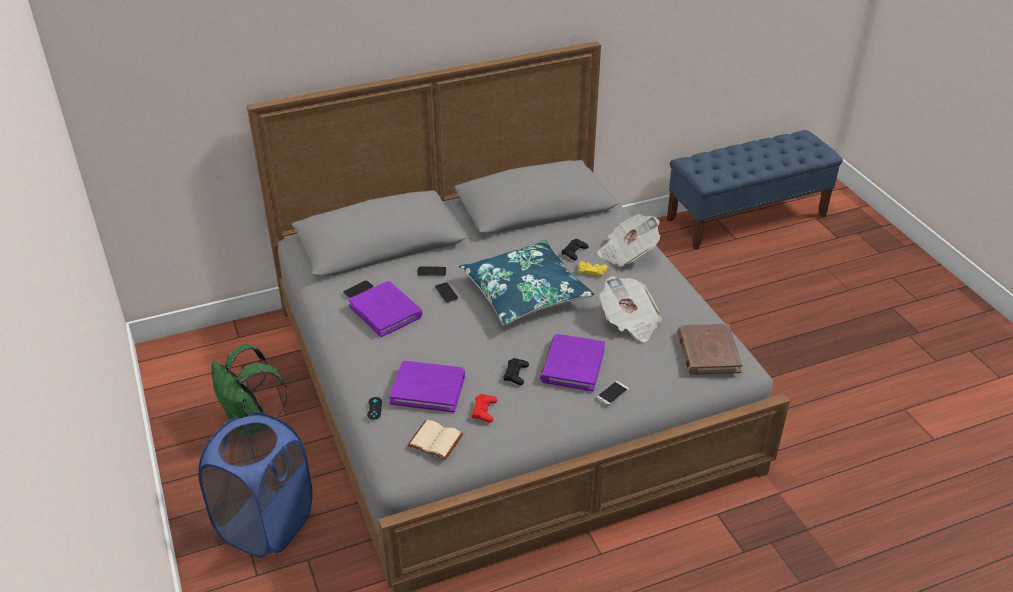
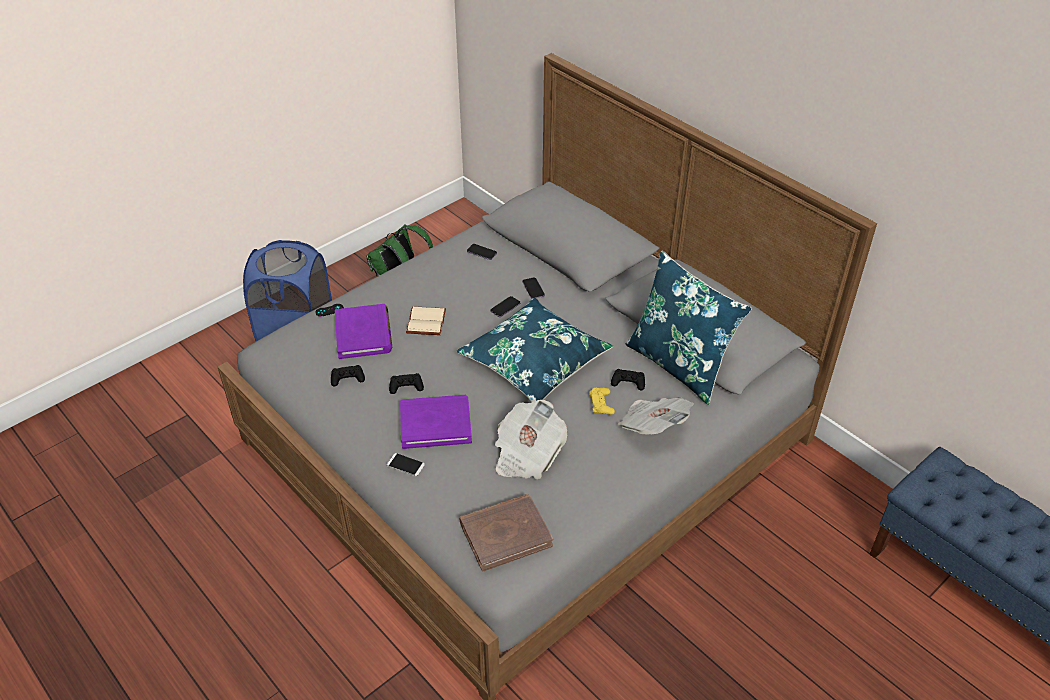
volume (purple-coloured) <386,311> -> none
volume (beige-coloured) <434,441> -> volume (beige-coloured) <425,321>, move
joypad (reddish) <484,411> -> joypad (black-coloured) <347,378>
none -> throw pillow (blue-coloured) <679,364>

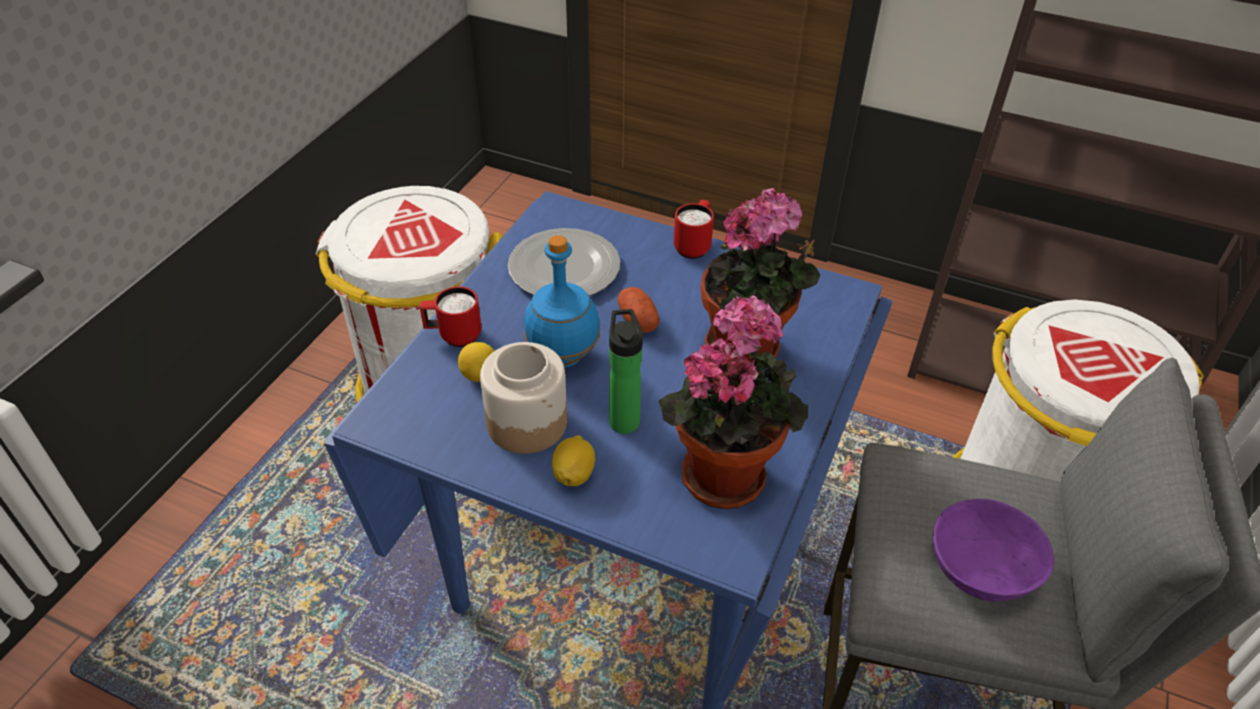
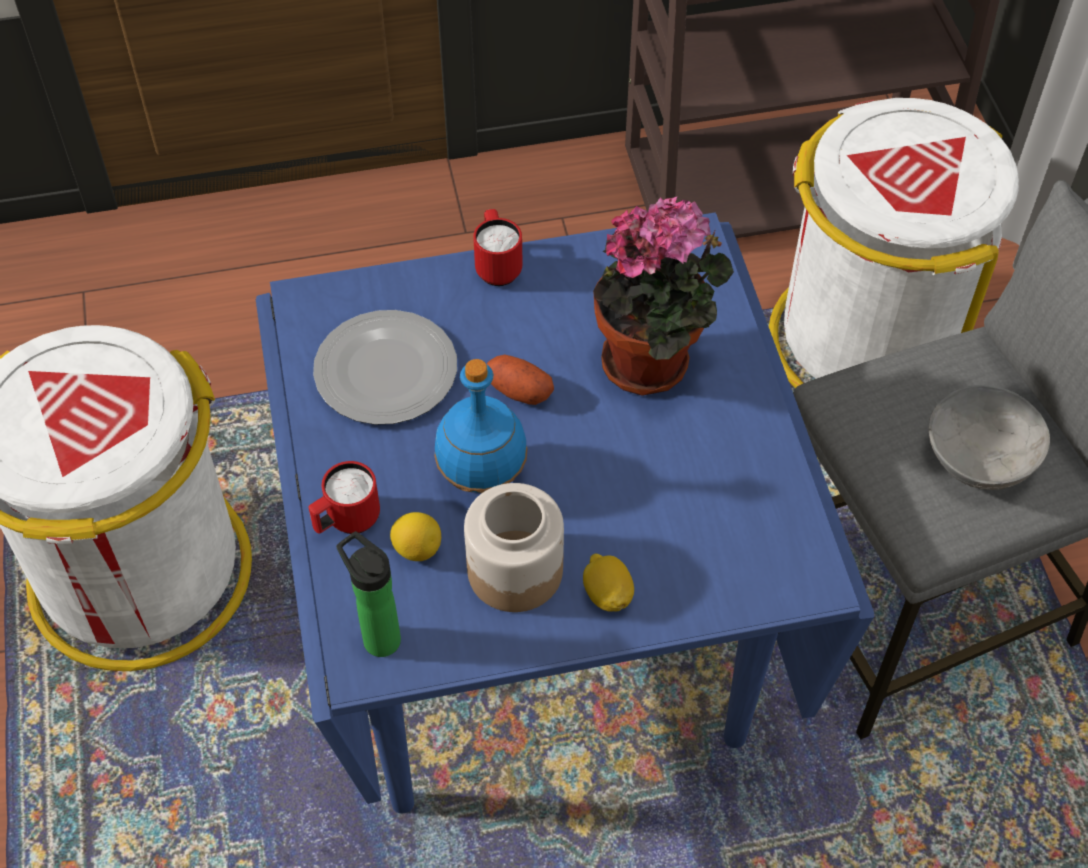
drink bottle <623,418> -> drink bottle <378,636>, move
plant in a pot <725,470> -> none
deep dish (purple-coloured) <983,569> -> deep dish (grey) <981,457>

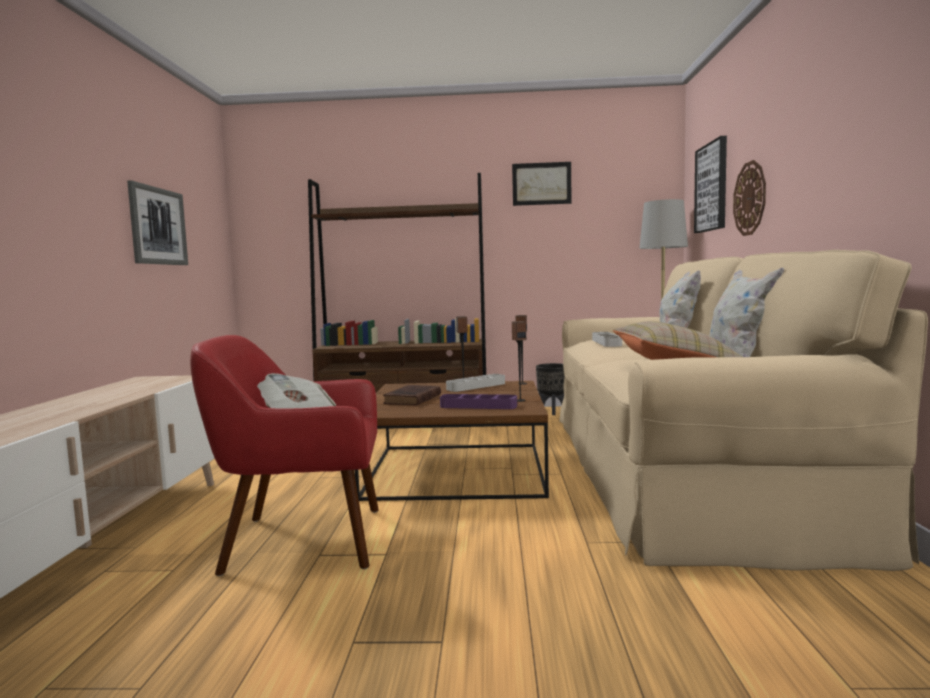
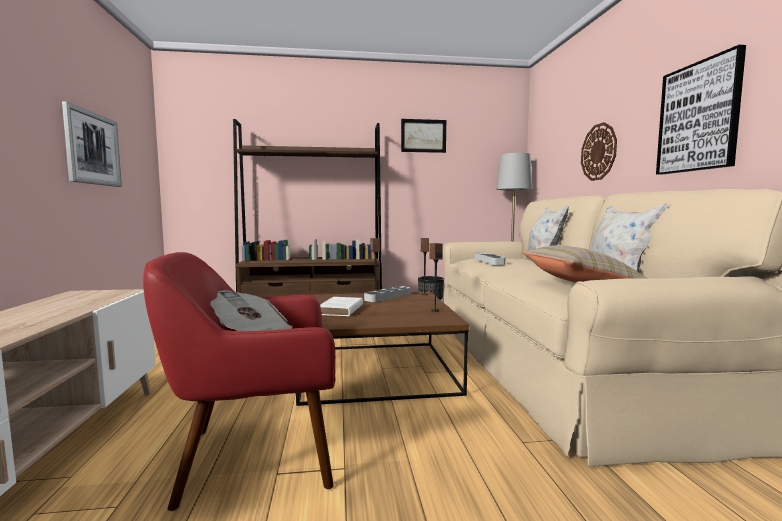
volume (brownish) <412,399> -> volume (white) <340,310>
carrying tray (purple-coloured) <478,406> -> none
wall picture <712,187> -> wall picture <699,117>, move

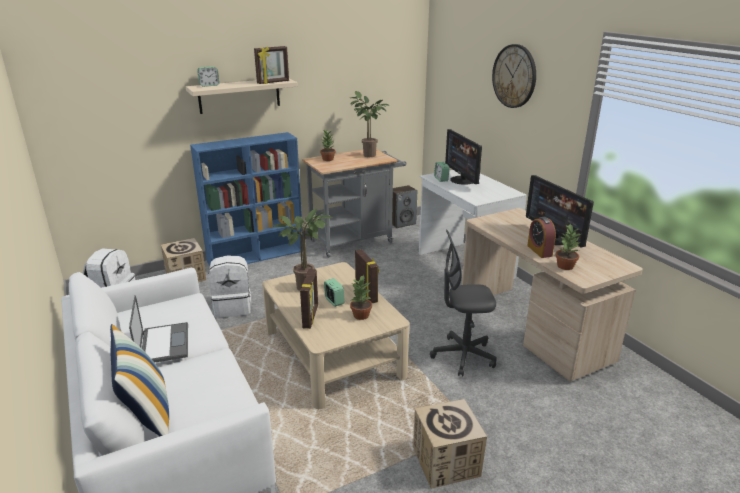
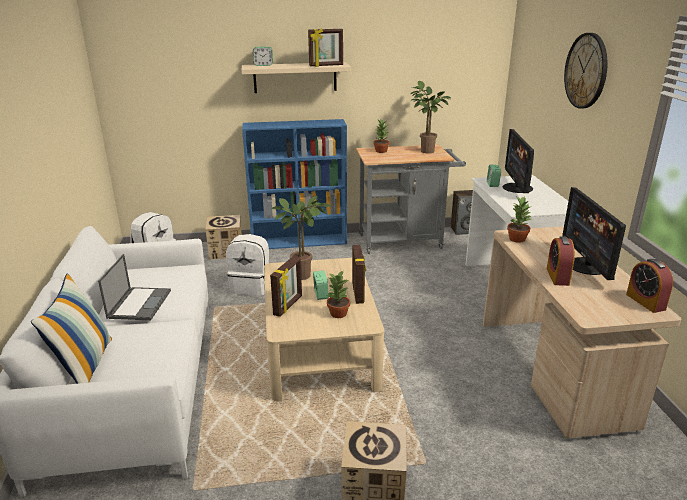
computer chair (grey) <463,356> -> none
plant in a pot <565,266> -> plant in a pot <517,239>, move
none -> table clock <645,302>

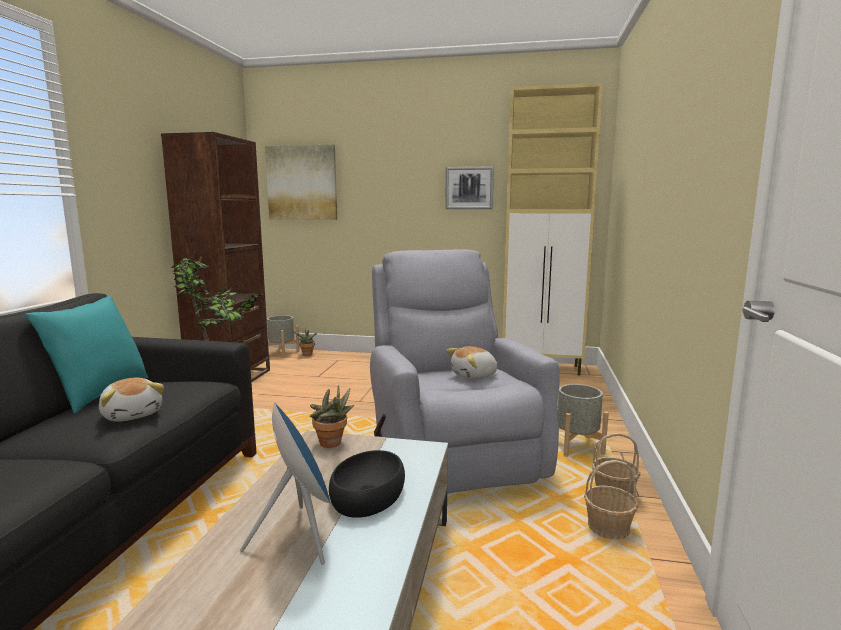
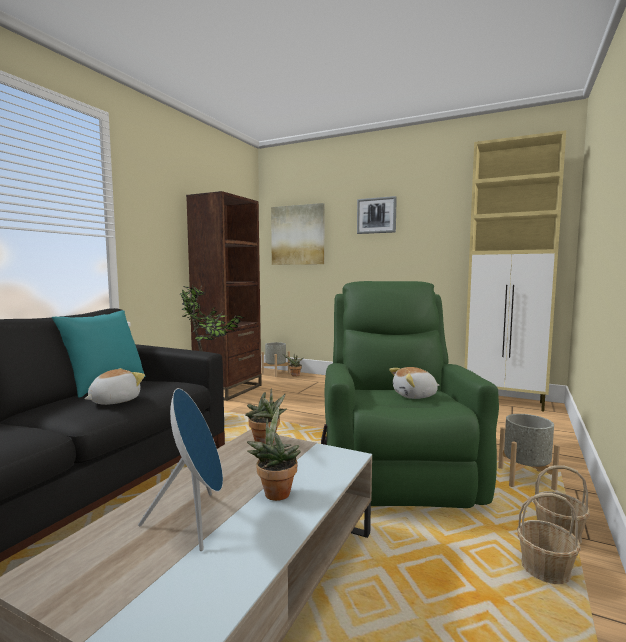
cuddly toy <133,414> -> cuddly toy <114,401>, 120 degrees counterclockwise
deep dish (black-coloured) <368,495> -> plant in a pot <275,492>
easy chair (grey) <451,448> -> easy chair (green-coloured) <395,464>
wall picture <469,188> -> wall picture <376,215>, move

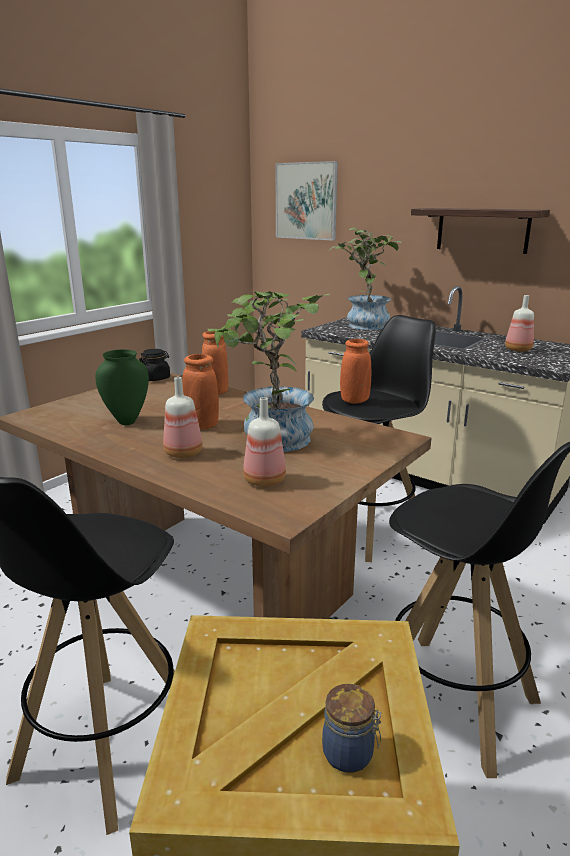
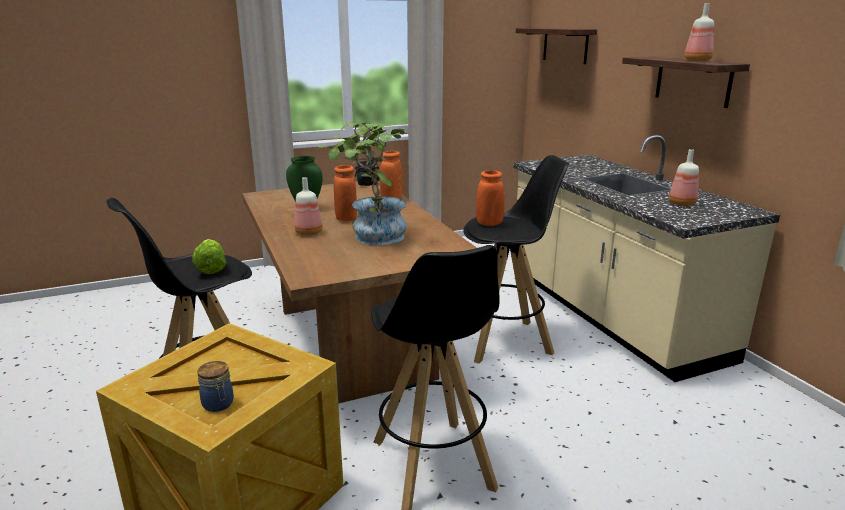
drink bottle <263,480> -> drink bottle <696,61>, move
wall picture <306,201> -> wall shelf <565,45>
plant in a pot <363,324> -> none
none -> lettuce head <210,268>

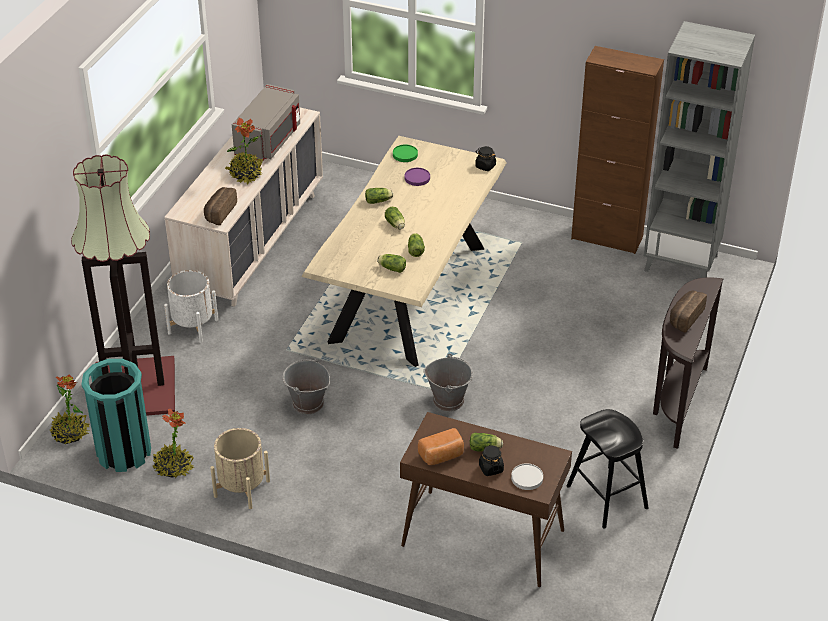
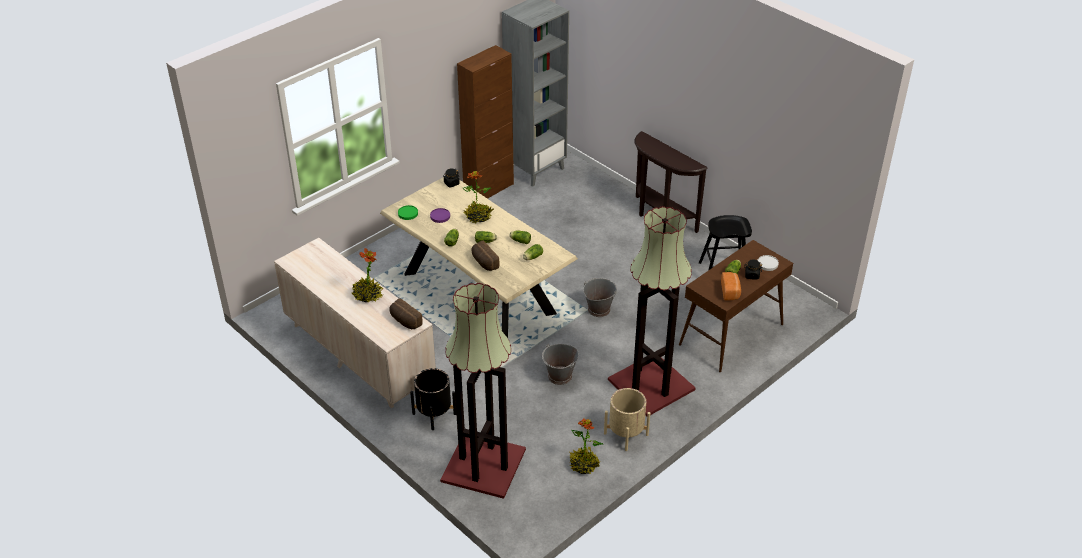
plant in a pot <70,434> -> plant in a pot <478,217>, move
trash can (turquoise-coloured) <124,452> -> none
planter (white) <193,326> -> planter (black-coloured) <434,414>
microwave (grey) <269,140> -> none
bread <684,317> -> bread <484,262>, move
none -> standard lamp <652,385>

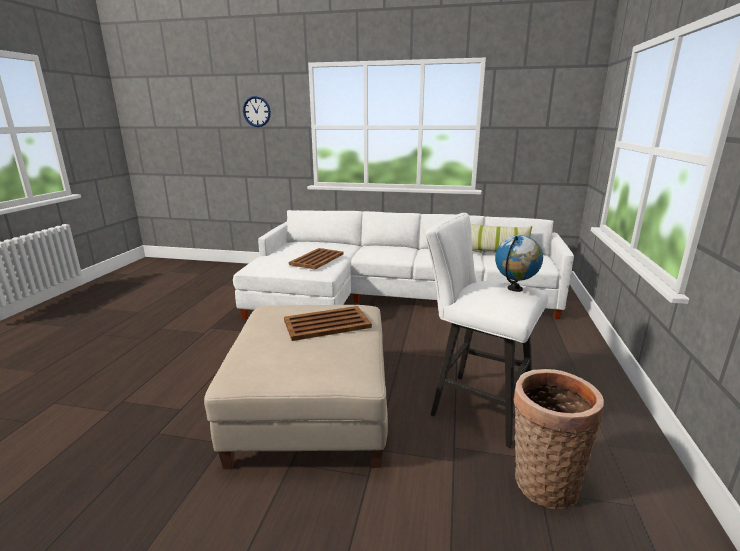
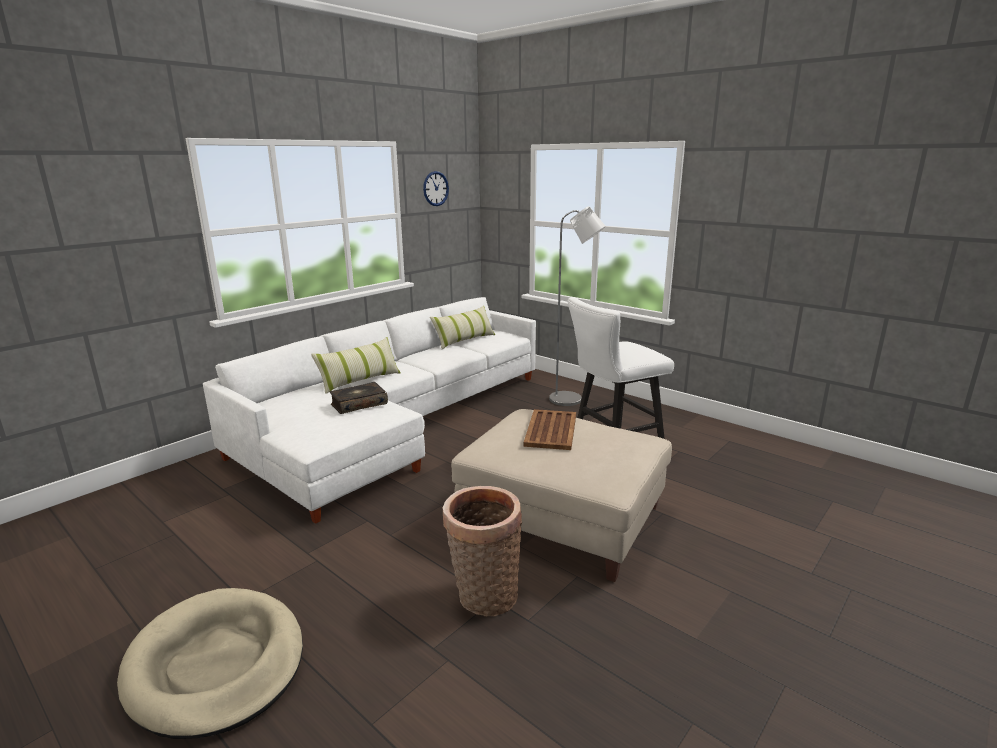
hanging clock <256,111> -> hanging clock <435,188>, move
carrying tray (brownish) <317,259> -> volume <359,404>
world globe <515,289> -> none
household basket <542,480> -> household basket <483,595>, move
none -> pet bed (beige-coloured) <216,664>
none -> throw pillow <359,381>
none -> standard lamp (grey) <571,400>

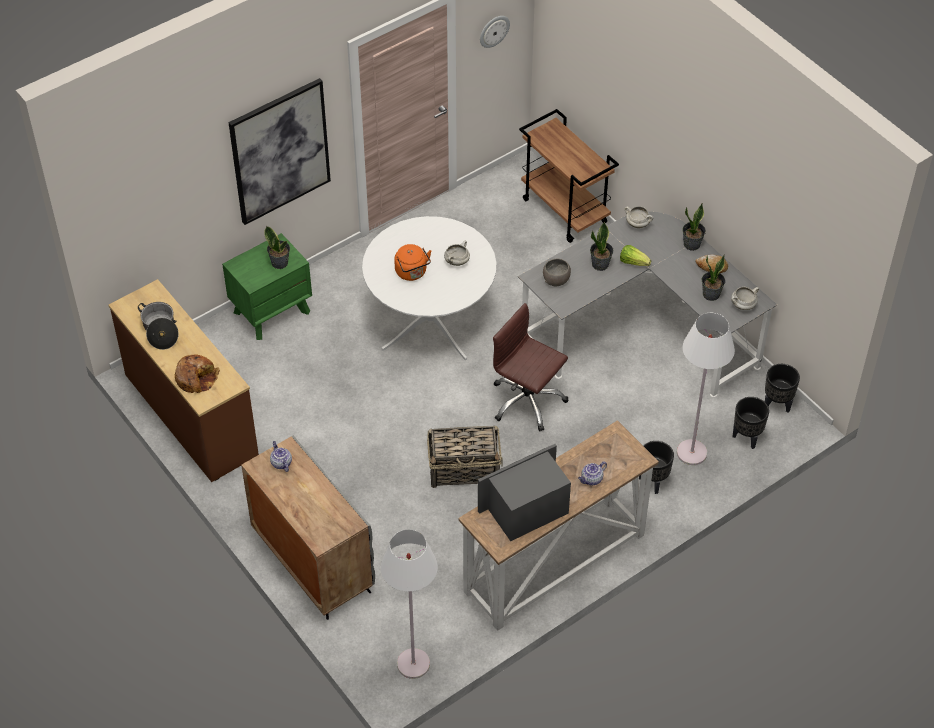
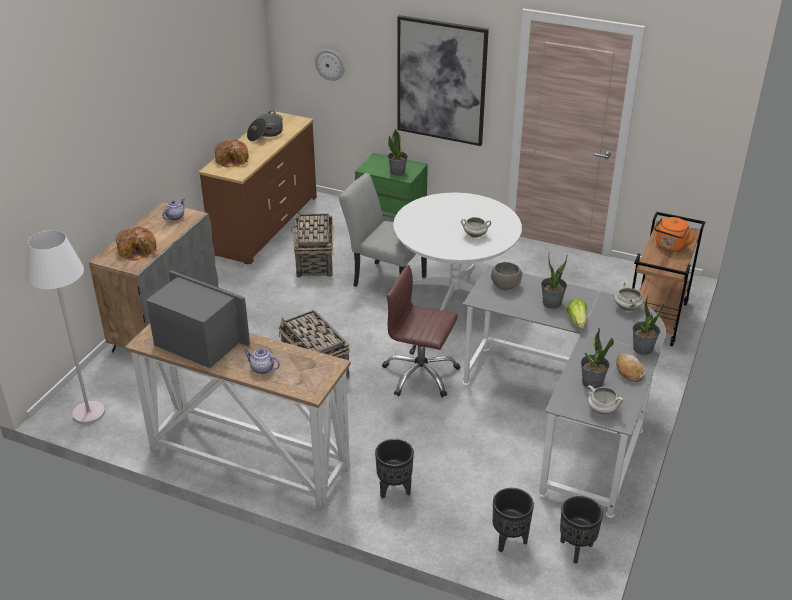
kettle (orange) <412,273> -> kettle (orange) <670,247>, move
hanging clock <494,31> -> hanging clock <330,64>, move
computer chair (brownish) <527,401> -> computer chair (brownish) <420,375>, 75 degrees counterclockwise
standard lamp (white) <691,452> -> none
none -> bread <138,250>
none -> household basket <315,261>
none -> upright chair (grey) <384,279>

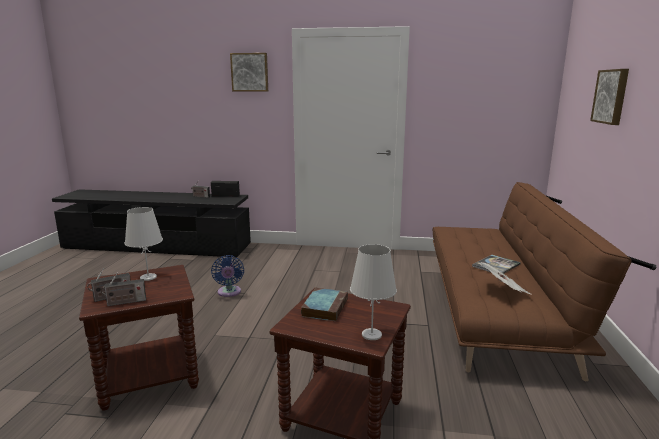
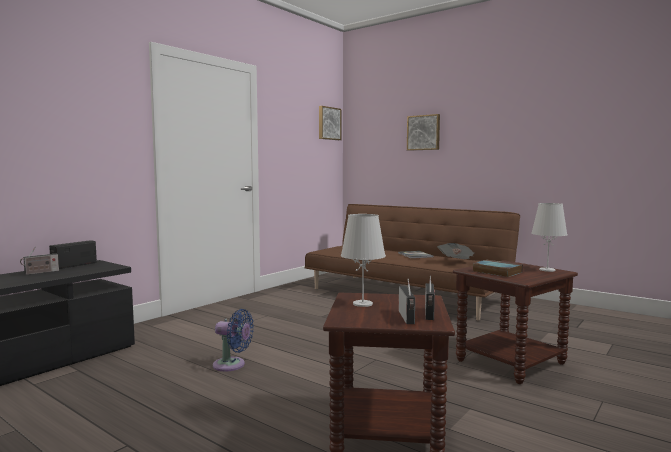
wall picture <250,72> -> wall picture <329,123>, move

